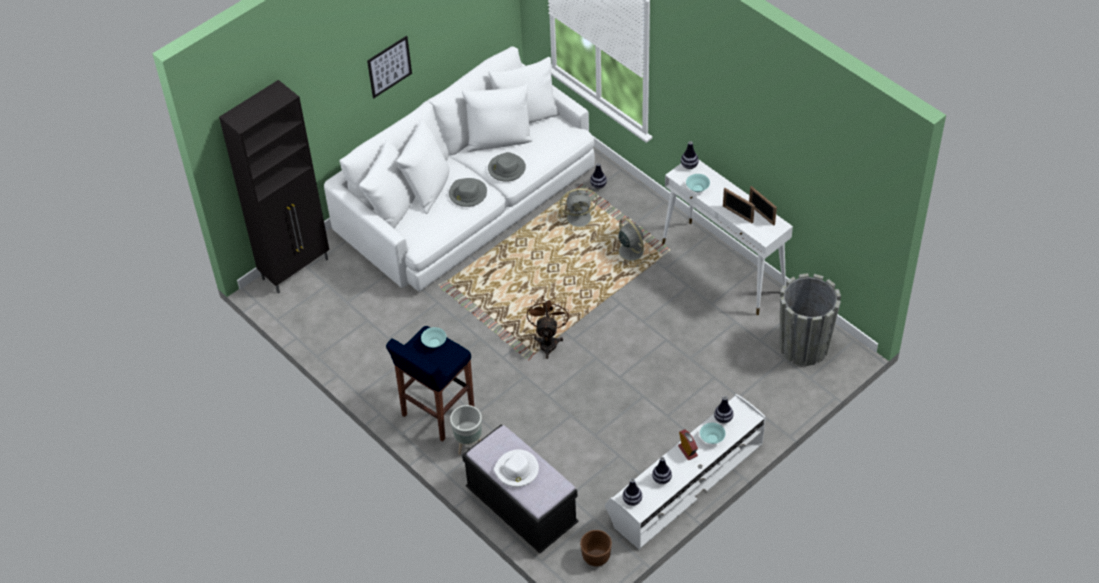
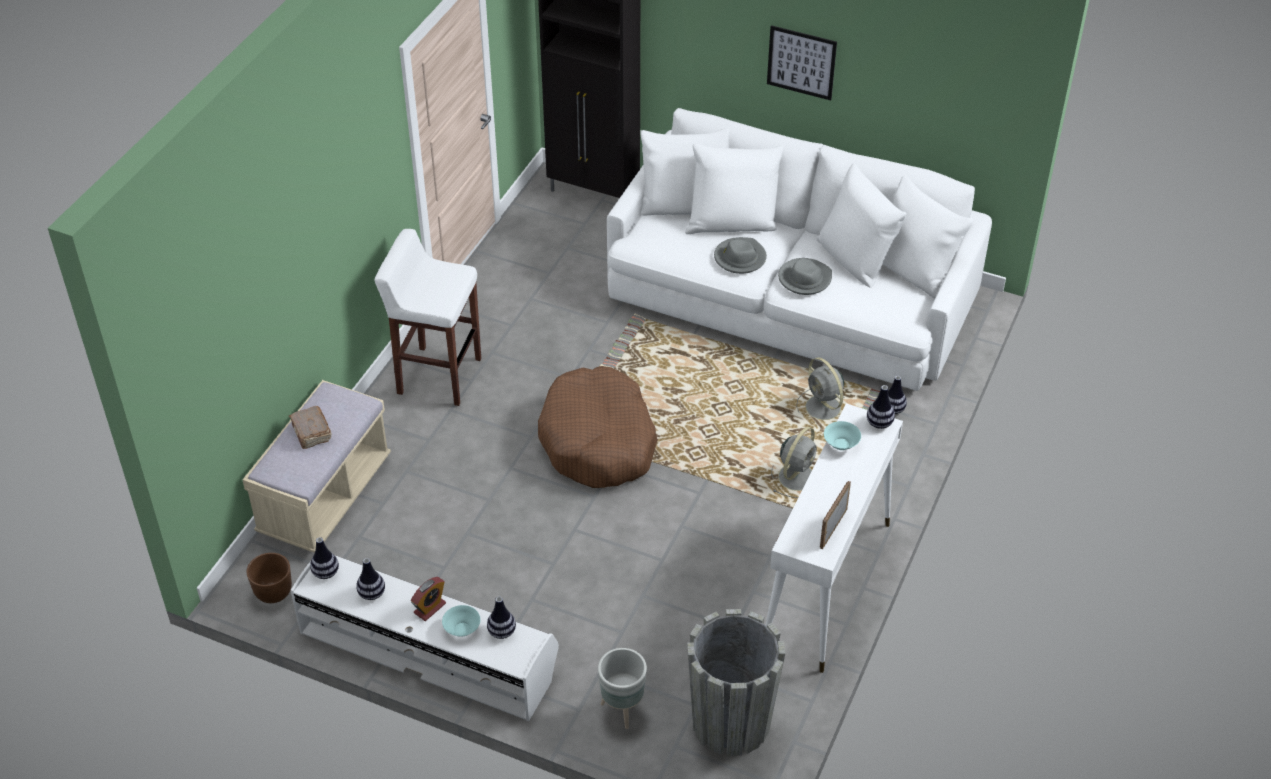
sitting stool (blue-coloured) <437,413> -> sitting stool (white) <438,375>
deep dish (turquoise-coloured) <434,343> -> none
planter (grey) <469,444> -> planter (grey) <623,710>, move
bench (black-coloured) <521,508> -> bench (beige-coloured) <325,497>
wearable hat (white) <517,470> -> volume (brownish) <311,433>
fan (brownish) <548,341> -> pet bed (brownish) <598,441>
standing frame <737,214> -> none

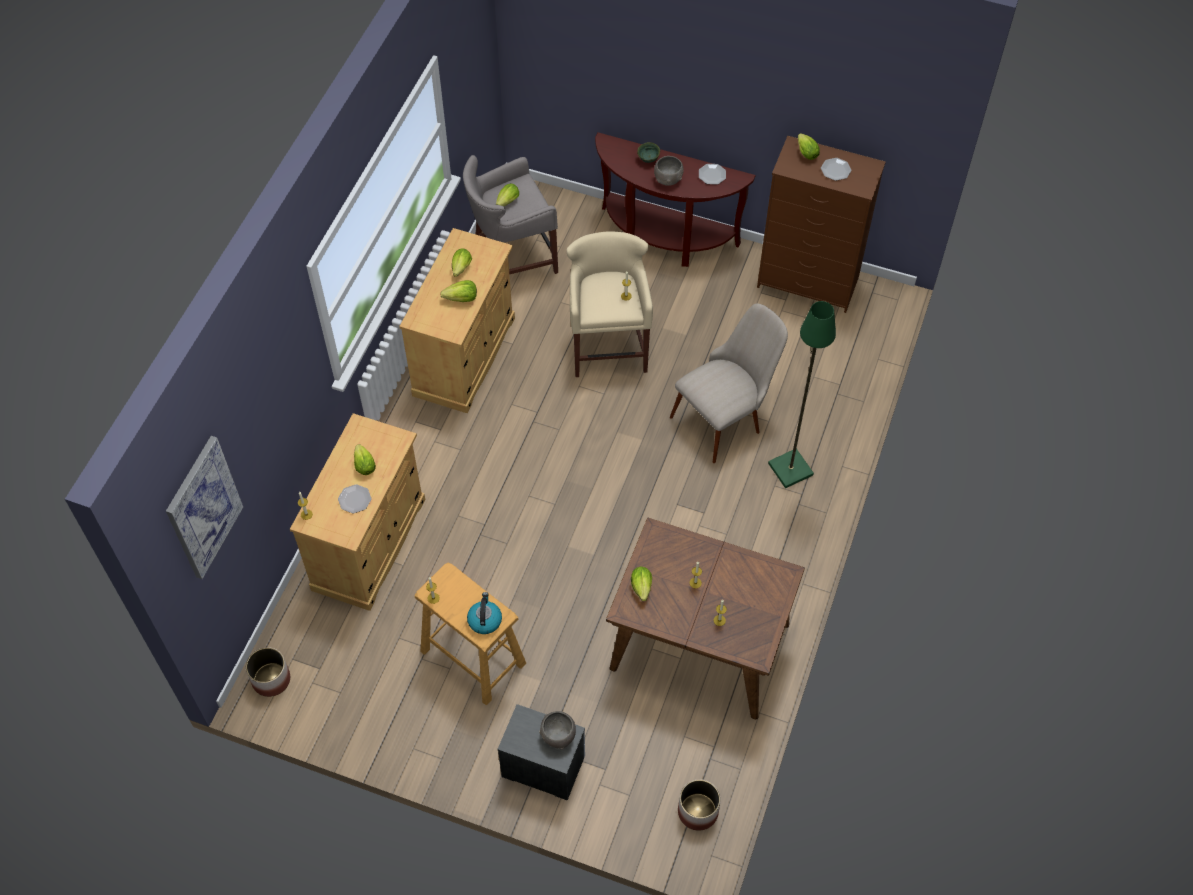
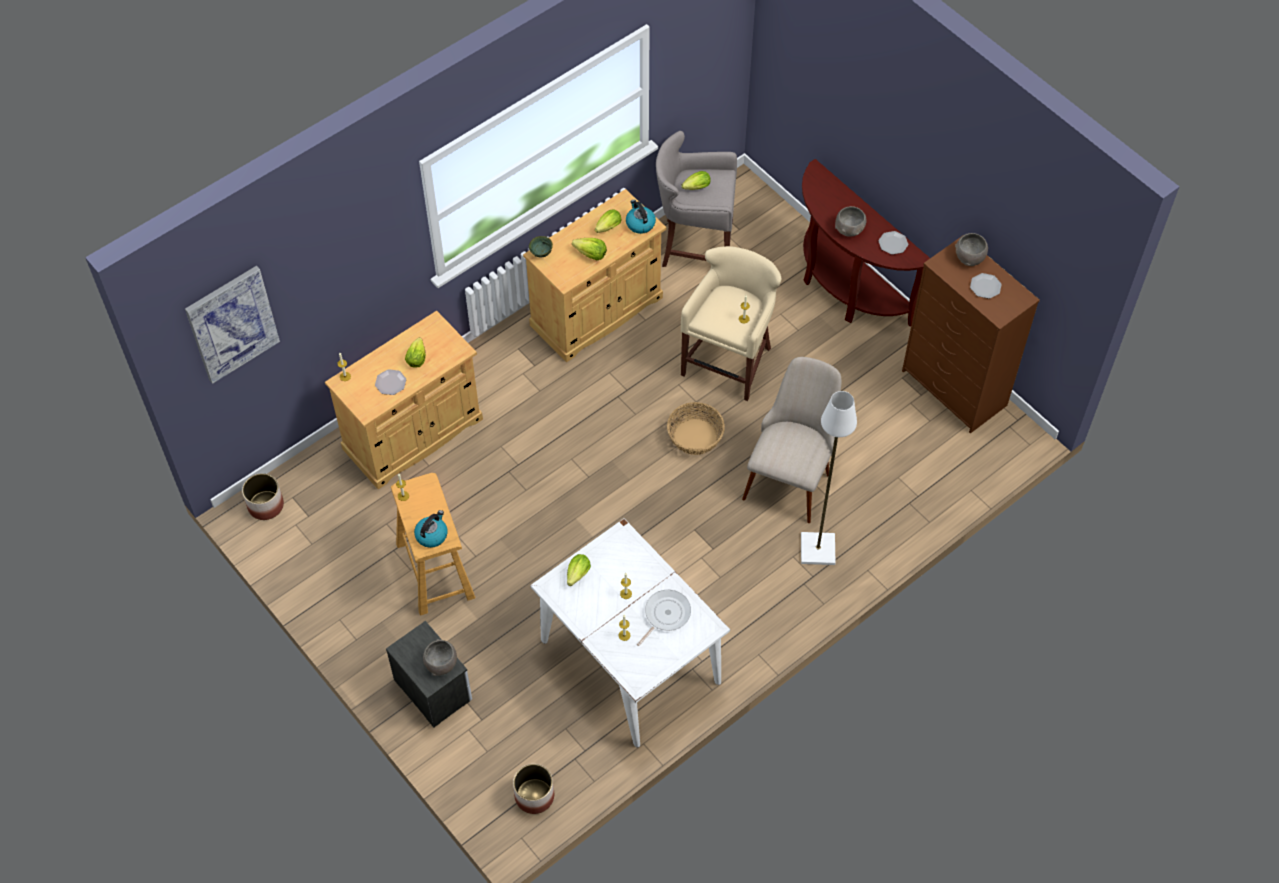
dining table (brownish) <698,646> -> dining table (white) <629,660>
deep dish (green-coloured) <649,159> -> deep dish (green-coloured) <541,253>, move
upright chair (beige-coloured) <726,417> -> upright chair (beige-coloured) <791,474>, 60 degrees counterclockwise
standard lamp (green-coloured) <789,469> -> standard lamp (white) <817,549>
lettuce head <805,152> -> deep dish (grey) <969,257>
none -> kettle <640,223>
none -> frying pan <665,615>
none -> household basket <695,437>

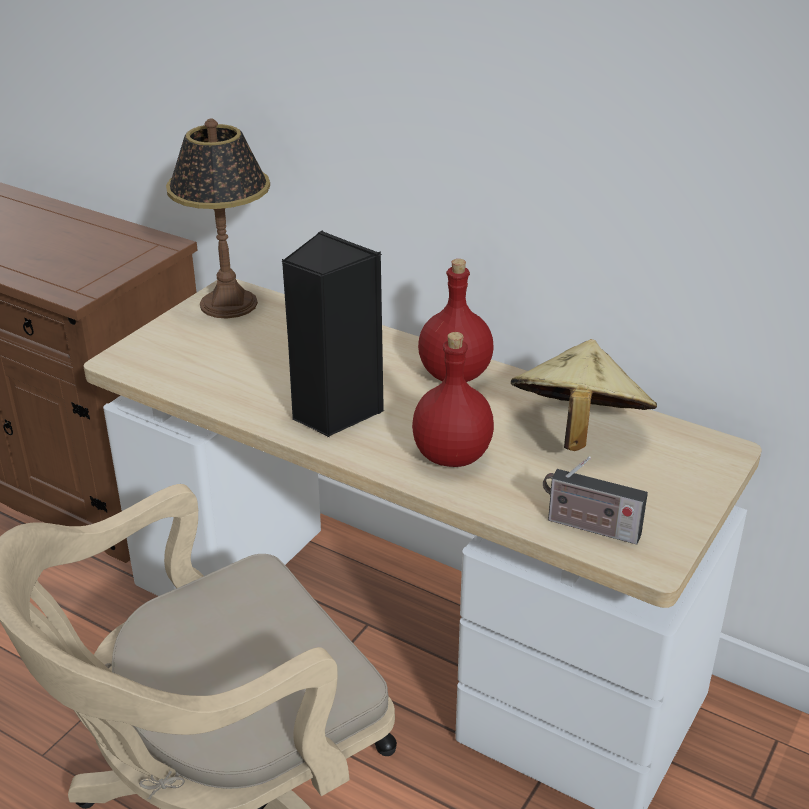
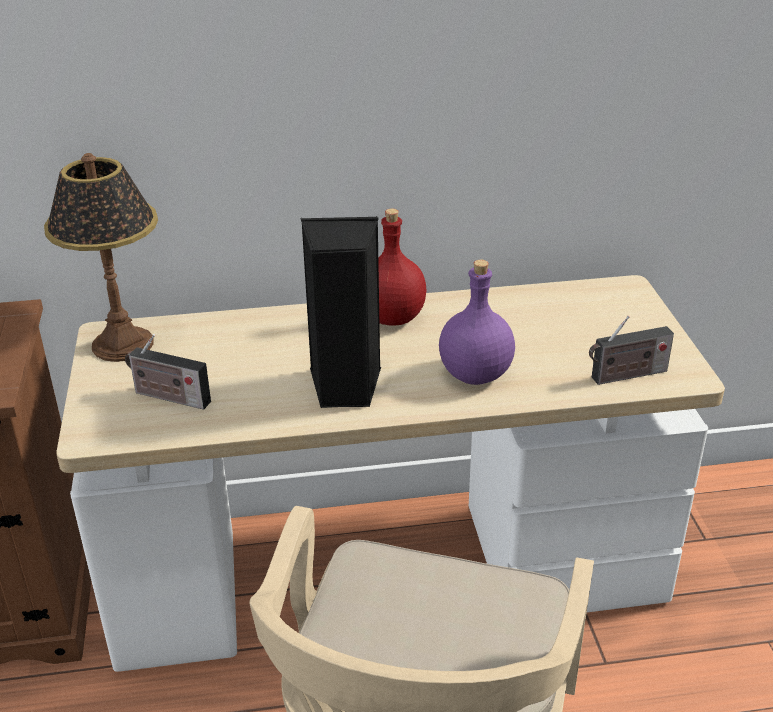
drink bottle (reddish) <451,456> -> drink bottle (purple-coloured) <475,375>
wearable hat (beige-coloured) <577,432> -> none
none -> radio receiver <168,397>

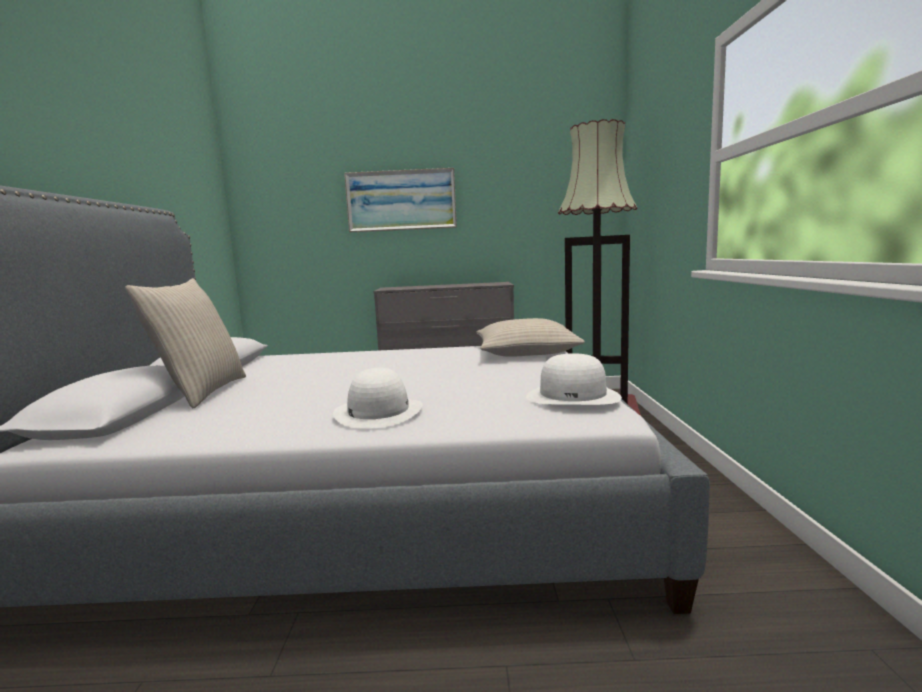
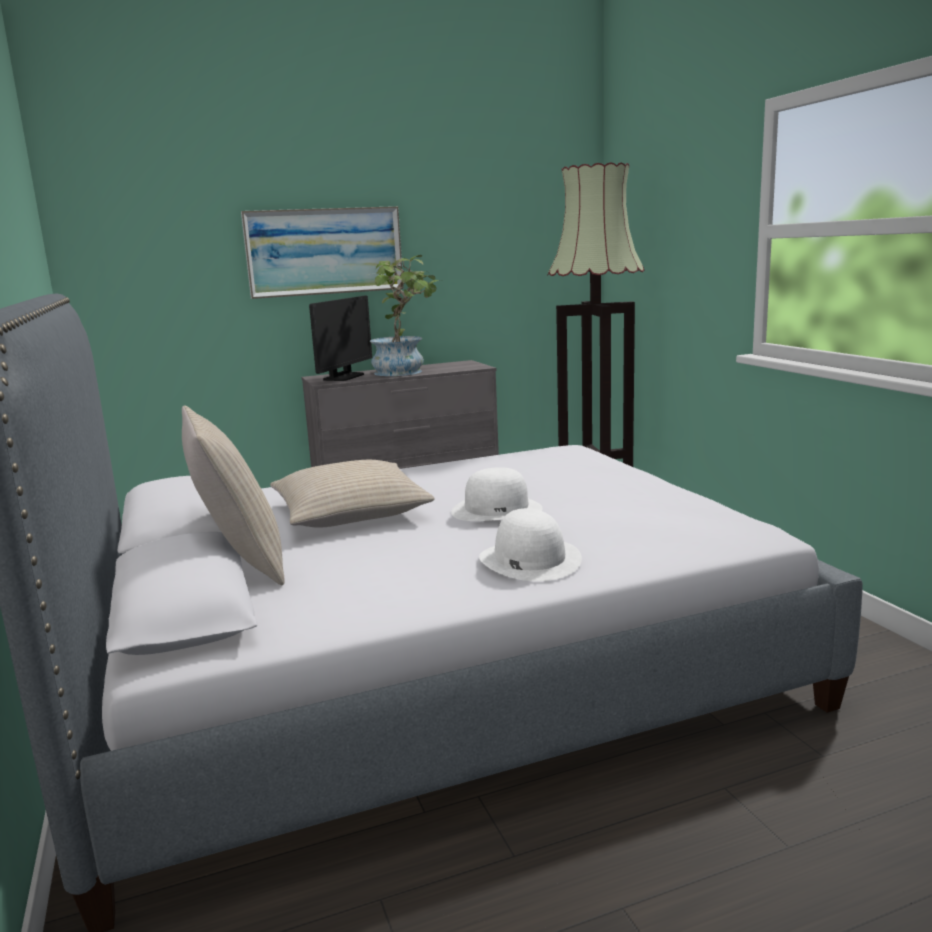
throw pillow (beige-coloured) <526,351> -> throw pillow (beige-coloured) <350,512>, move
wearable hat (white) <573,396> -> wearable hat (white) <497,509>, move
none -> monitor <343,377>
none -> plant in a pot <406,372>

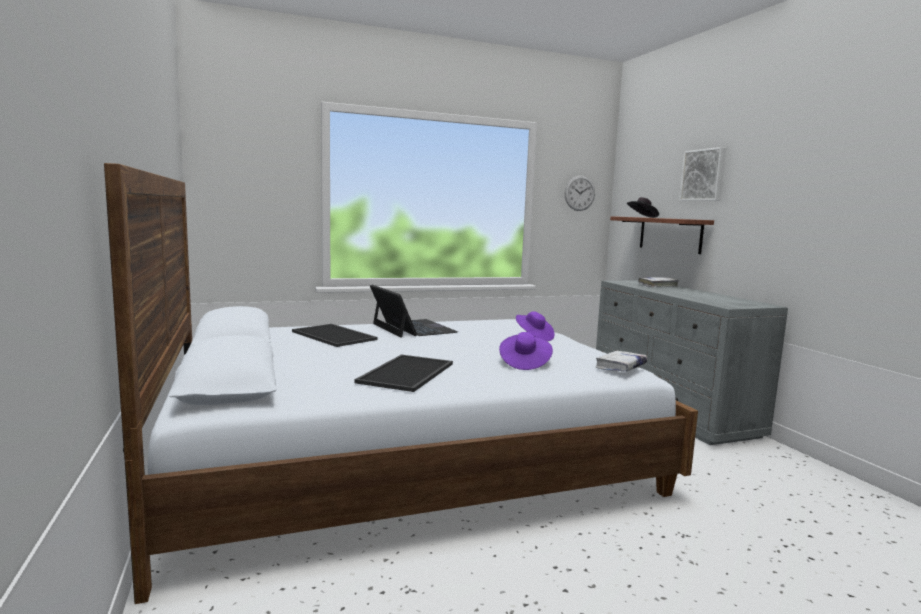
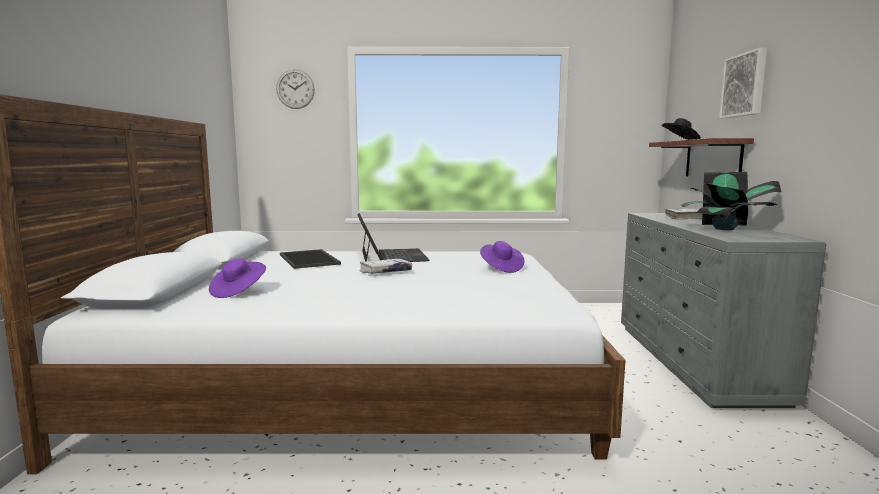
carrying tray <408,373> -> none
wearable hat (purple-coloured) <524,363> -> wearable hat (purple-coloured) <238,291>, move
hanging clock <579,193> -> hanging clock <295,89>, move
volume (white) <621,367> -> volume (white) <385,272>, move
none -> plant in a pot <725,229>

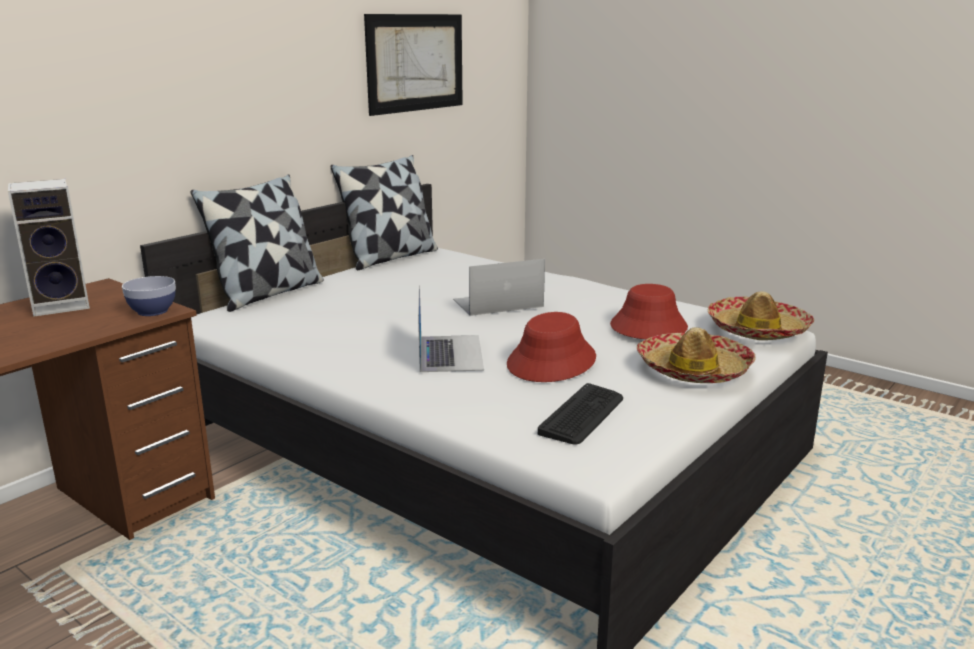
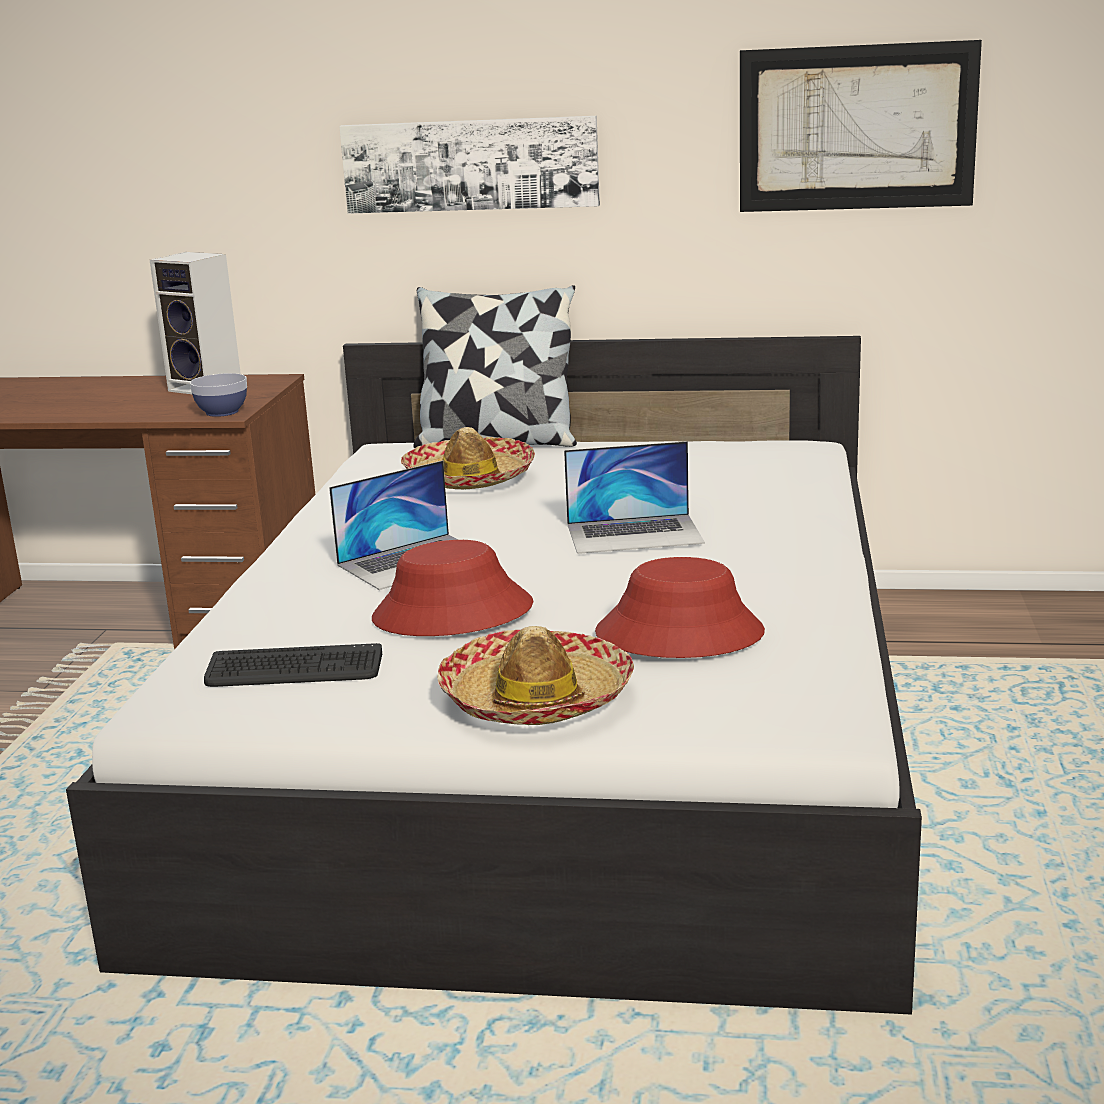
throw pillow <390,257> -> none
notebook computer <497,303> -> notebook computer <635,533>, 135 degrees clockwise
wearable hat <758,330> -> wearable hat <469,478>, move
none -> wall picture <470,164>

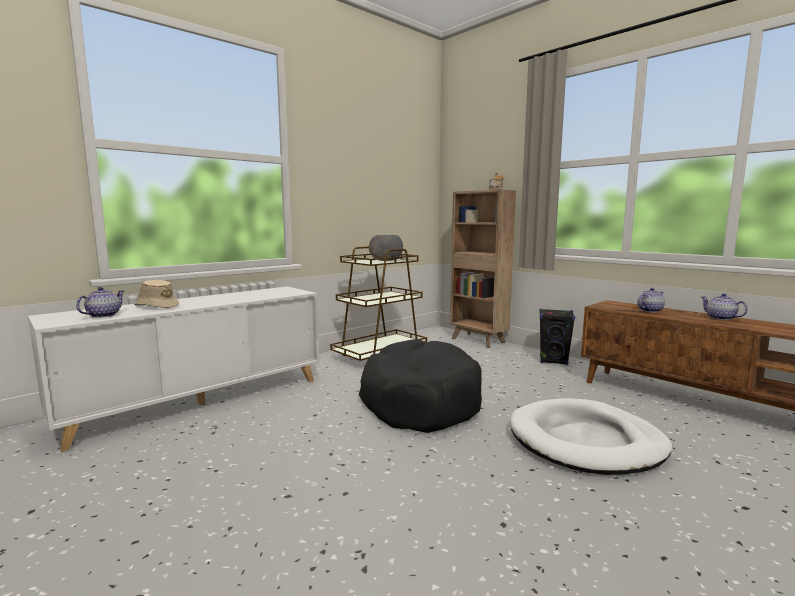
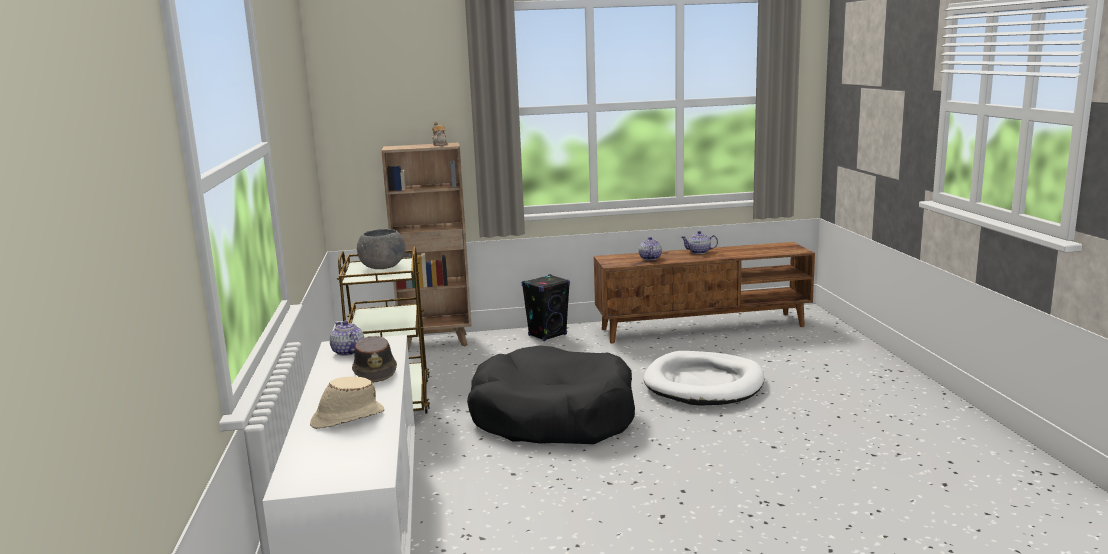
tea pot <103,315> -> tea pot <348,352>, move
none -> wearable hat (brownish) <375,372>

